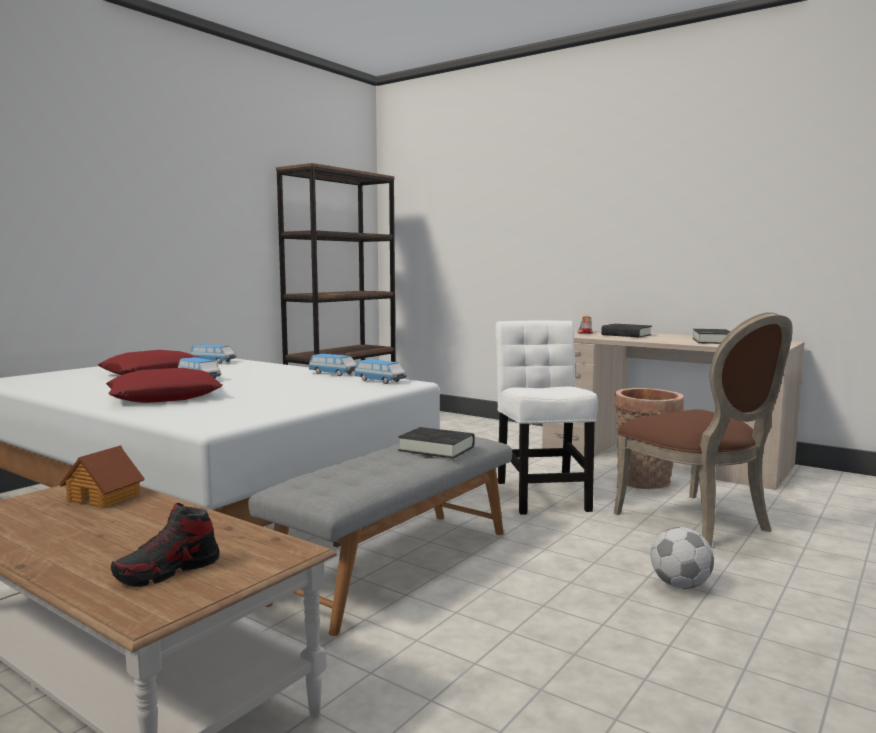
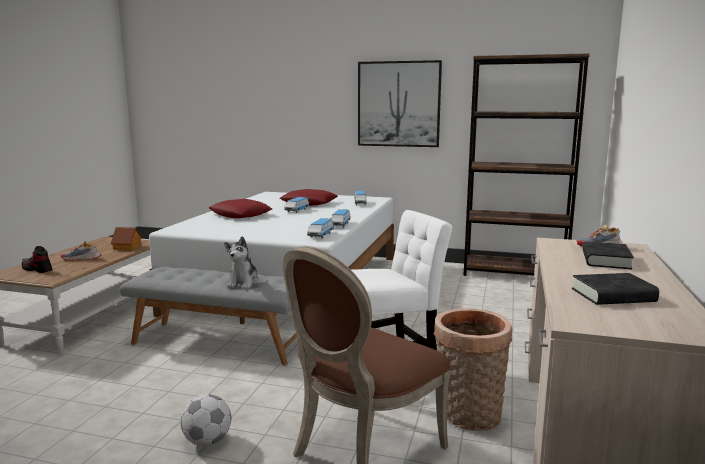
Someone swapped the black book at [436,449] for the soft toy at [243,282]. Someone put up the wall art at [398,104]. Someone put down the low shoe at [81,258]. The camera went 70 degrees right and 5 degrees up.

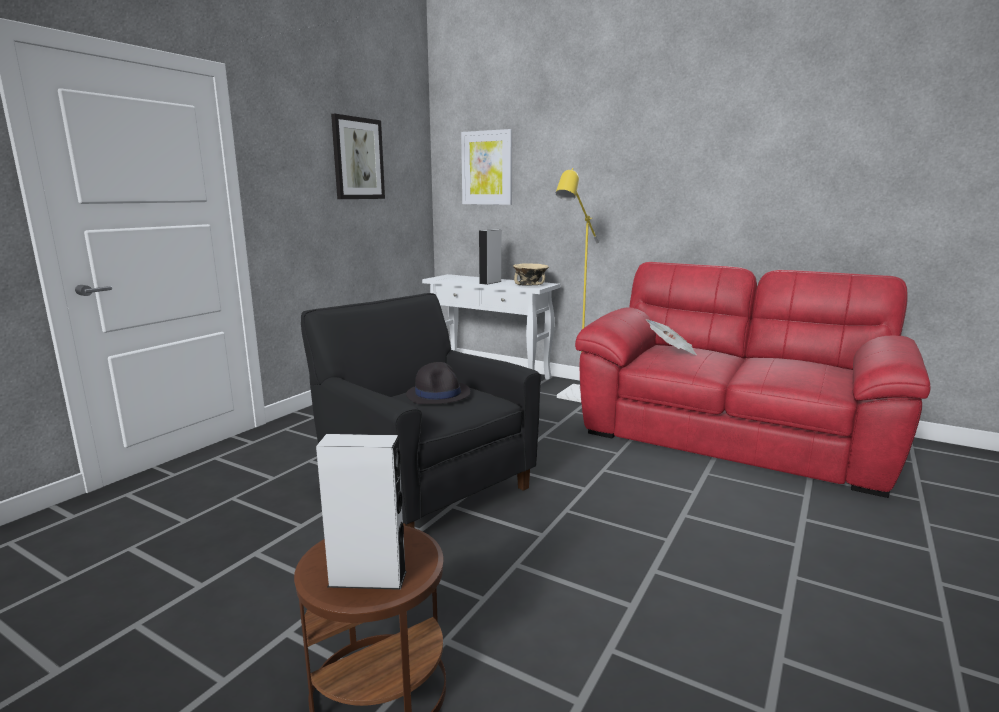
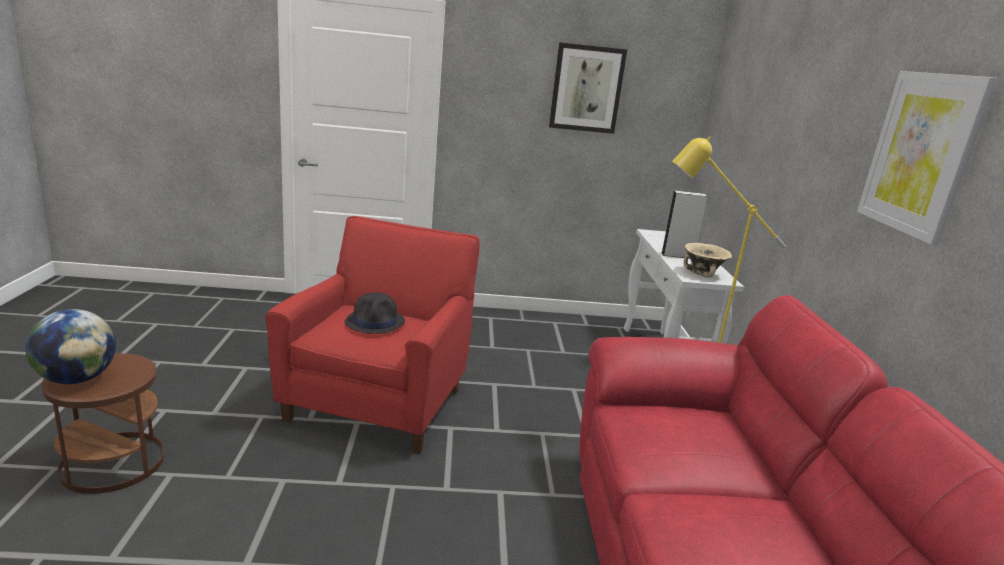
Someone carried the wall art from [487,168] to [921,154]. Someone repainted the black lounge chair at [424,486], which became the reddish lounge chair at [379,399]. Someone took away the newspaper at [671,351]. Someone swapped the greyish speaker at [367,579] for the globe at [77,379]. The camera went 55 degrees right and 5 degrees up.

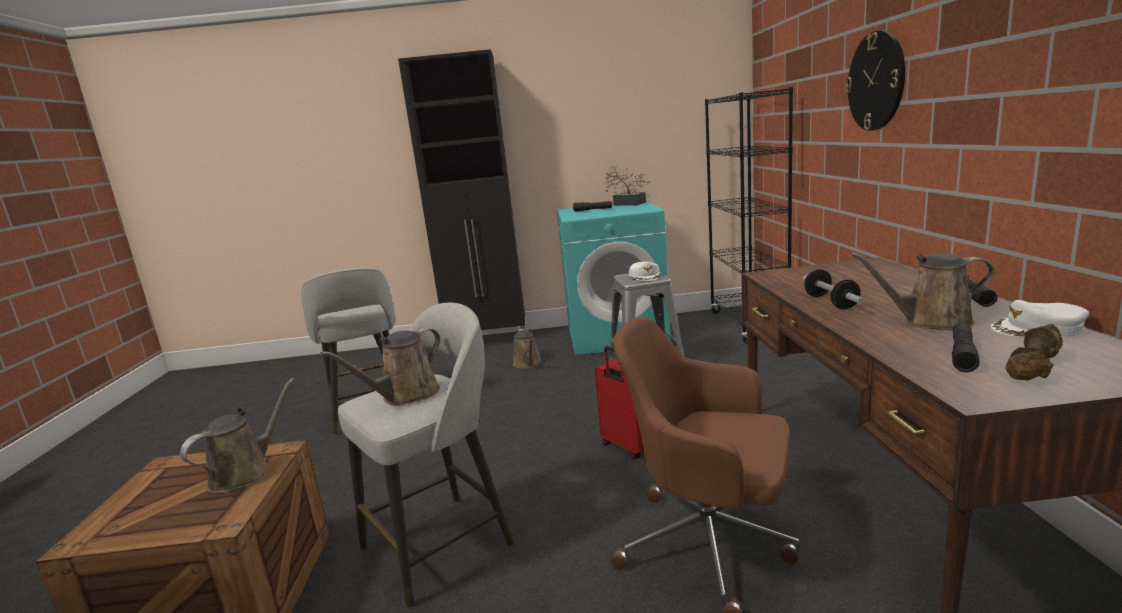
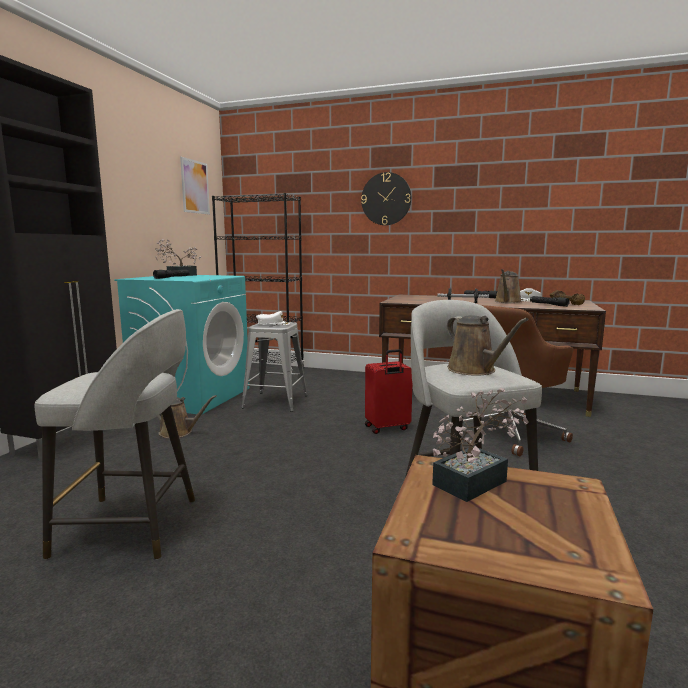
Someone swapped the brown watering can at [245,473] for the potted plant at [476,480]. Someone put up the wall art at [195,187]. The camera went 70 degrees left and 5 degrees down.

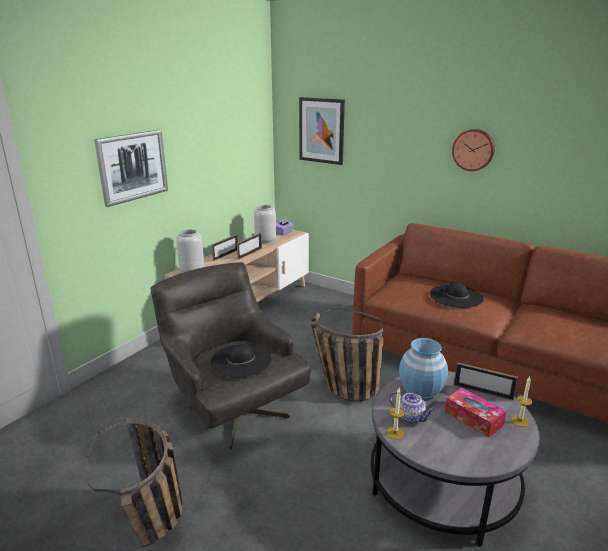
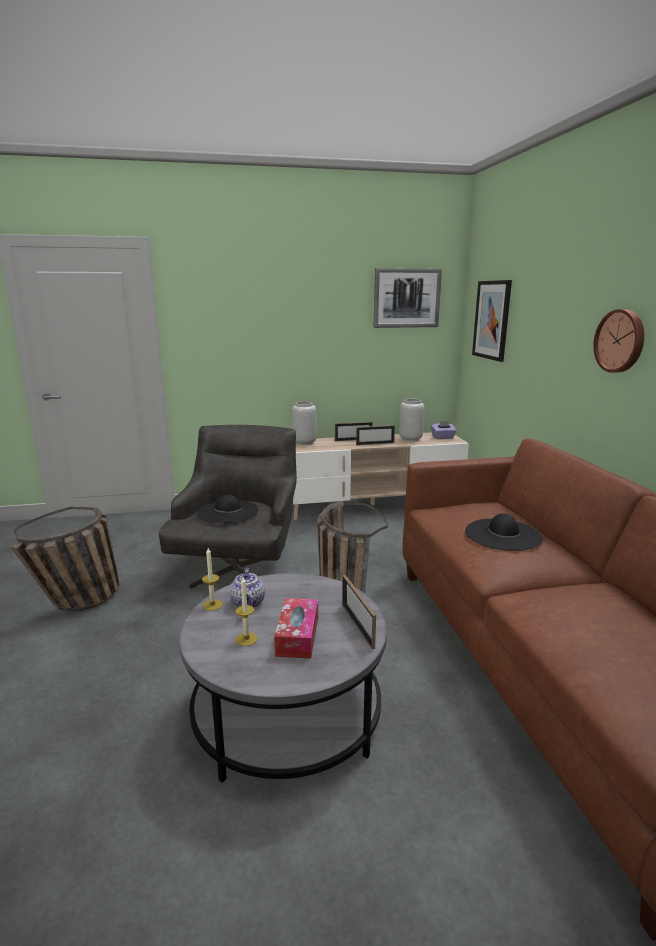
Someone carried the wall art from [133,166] to [406,298]. Someone took away the bluish decorative vase at [421,391]. Someone carried the wax light from [520,421] to [246,639]. The camera went 45 degrees right and 5 degrees down.

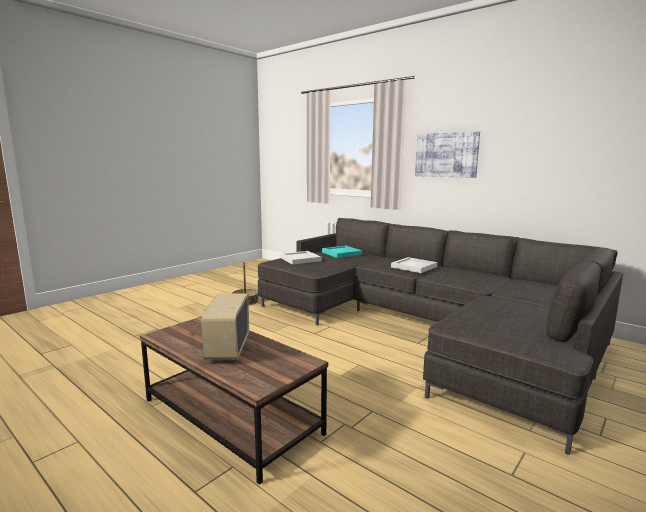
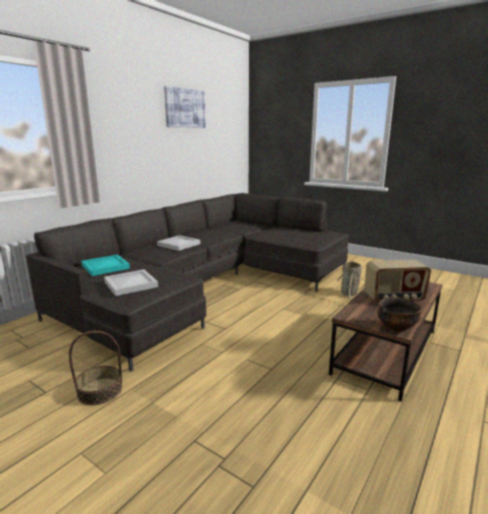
Someone carried the wall art from [446,155] to [185,108]. Someone put down the household basket at [349,294]. Someone put down the deep dish at [396,328]. The camera went 95 degrees left and 5 degrees up.

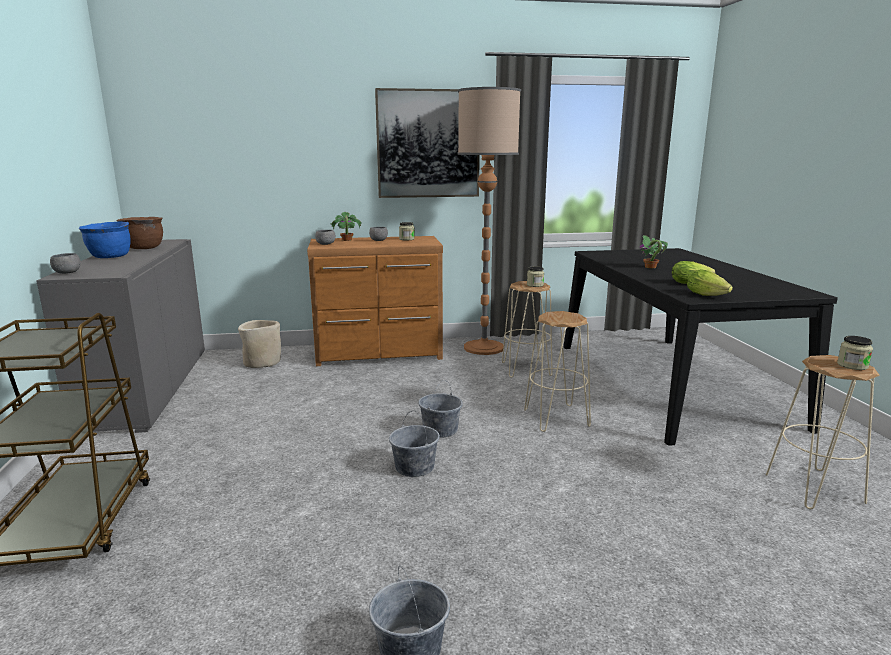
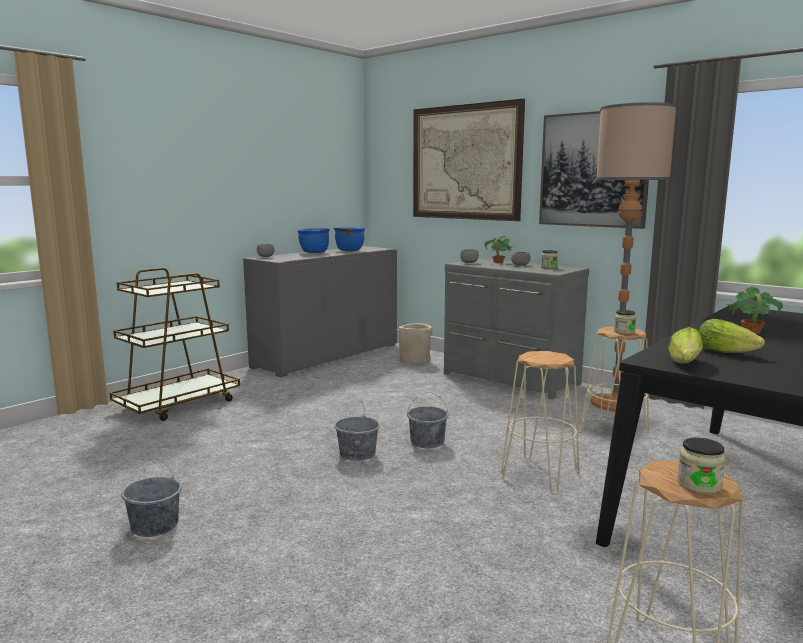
Someone repainted the brown cooking pot at [144,248], which became the bluish cooking pot at [349,250]. Someone repainted the brown drawer chest at [379,353], which became the greyish drawer chest at [509,379]. Someone put up the wall art at [465,162]. The camera went 50 degrees right and 5 degrees down.

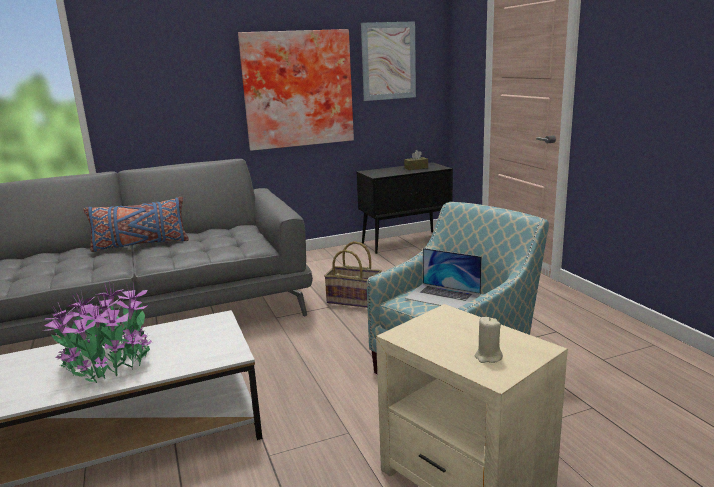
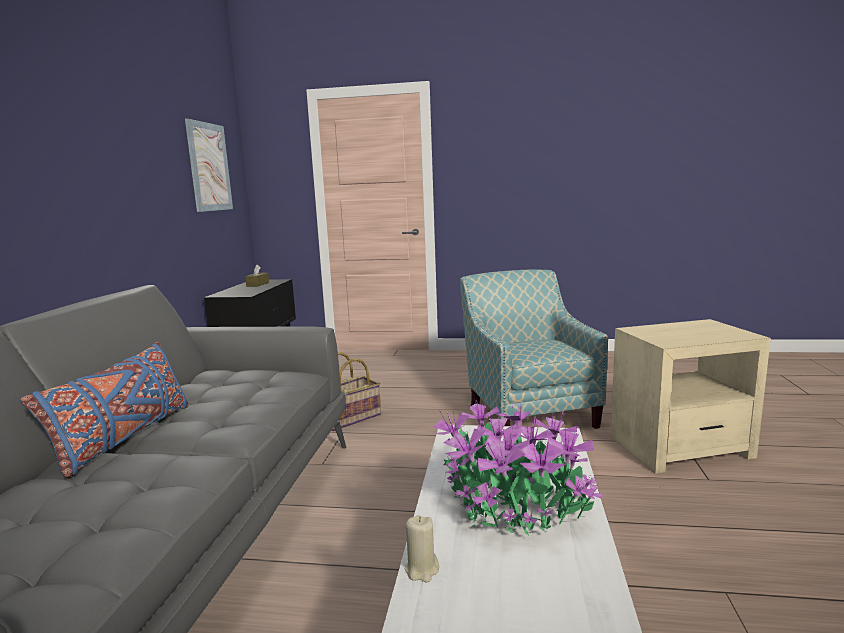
Someone took away the wall art at [297,89]. Someone took away the notebook computer at [443,296]. Someone carried the beige wax light from [488,357] to [422,570]. The camera went 60 degrees left and 5 degrees down.

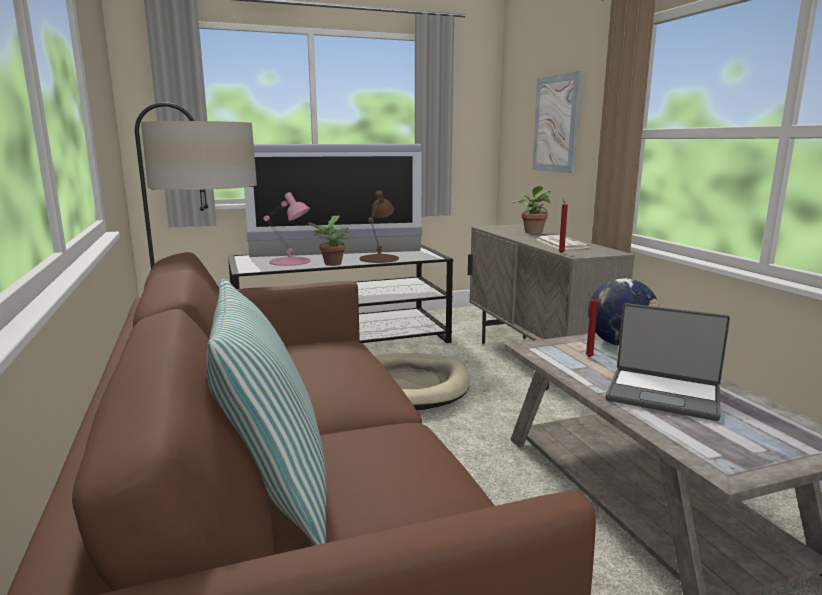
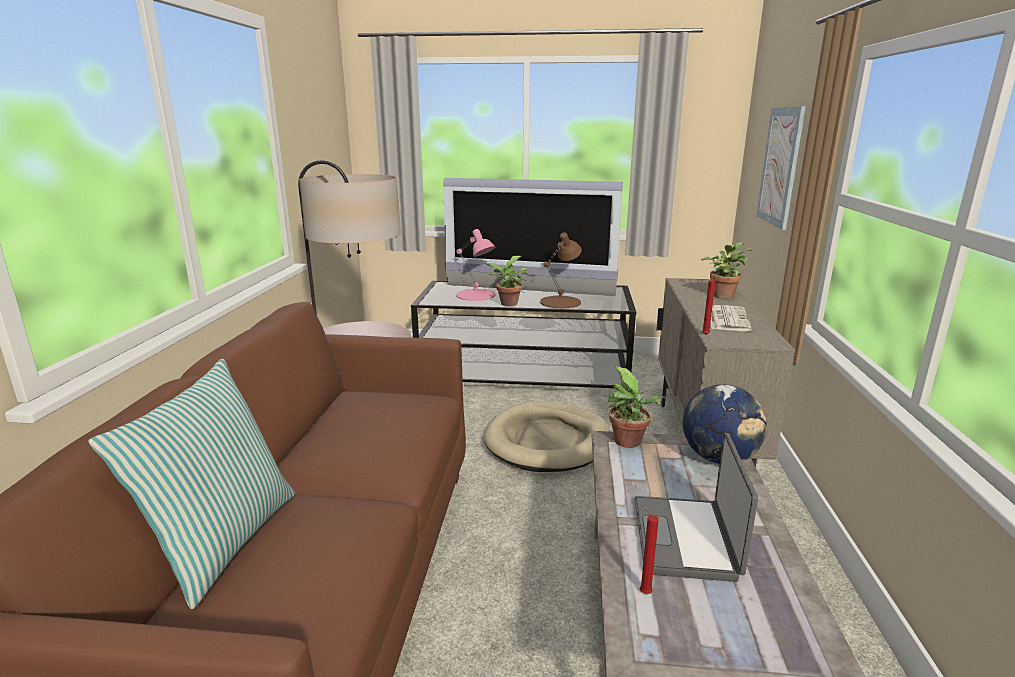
Someone carried the reddish wax light from [587,357] to [643,592]. Someone rotated the notebook computer at [663,395] by 45 degrees clockwise. Someone put down the potted plant at [630,443]. The camera went 25 degrees right and 5 degrees up.

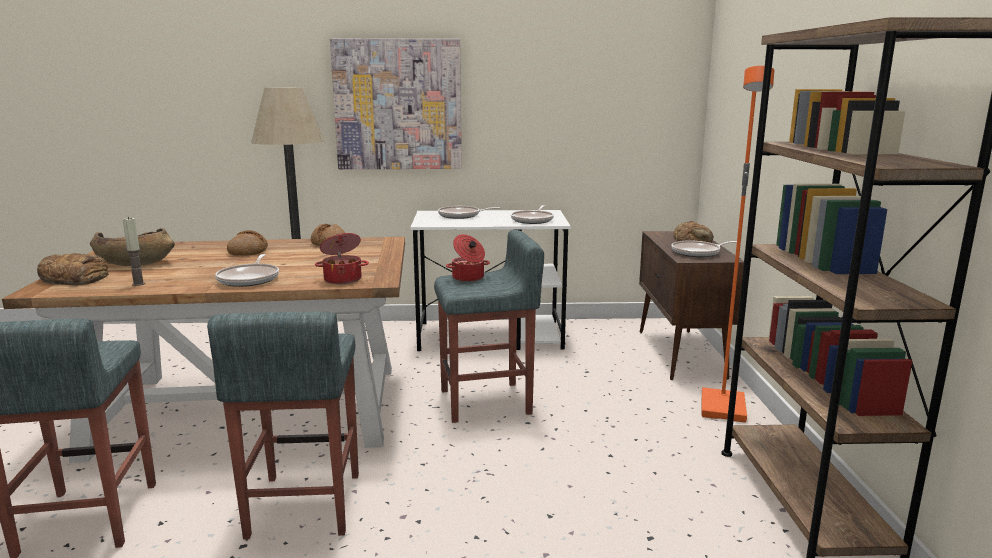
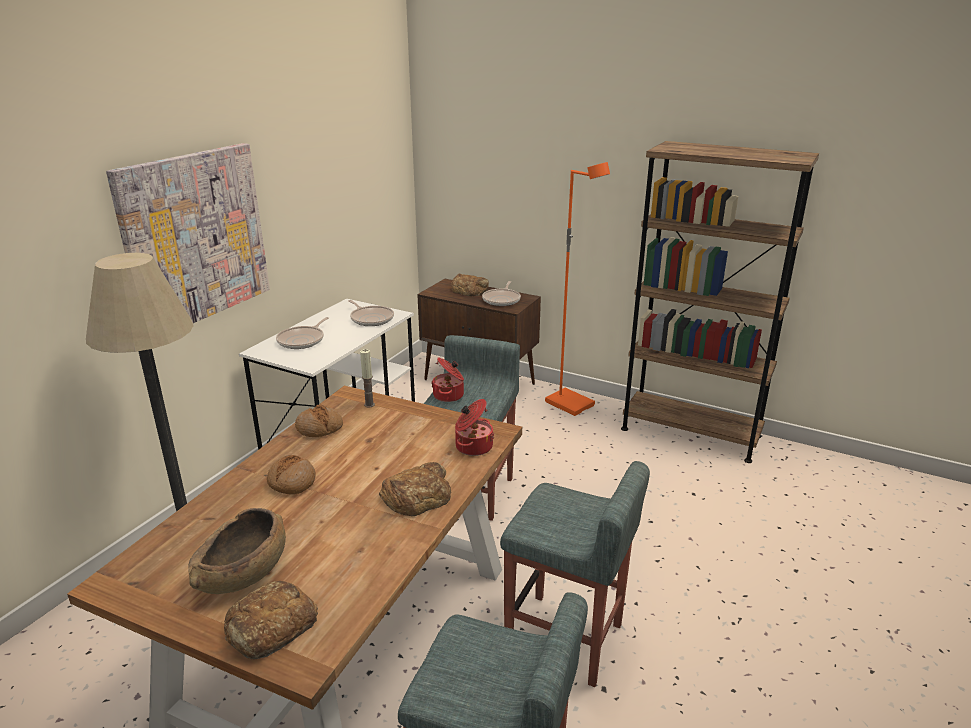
Someone carried the wax light from [138,284] to [369,404]. Someone swapped the skillet at [250,279] for the bread at [417,495]. The camera went 60 degrees left and 10 degrees up.

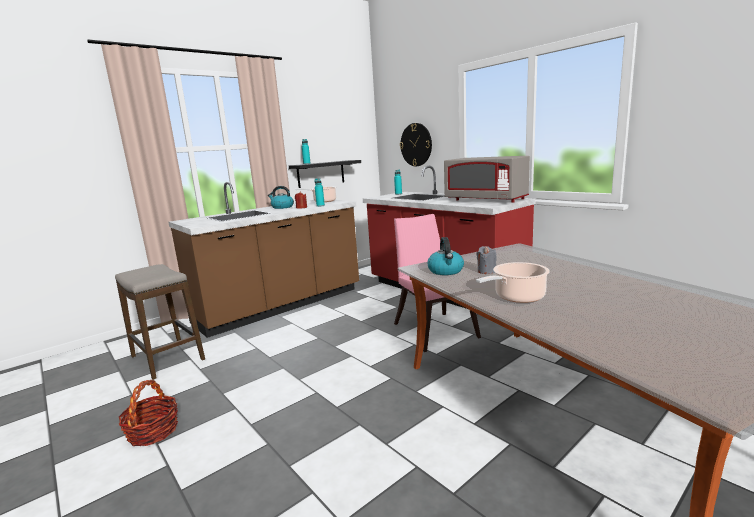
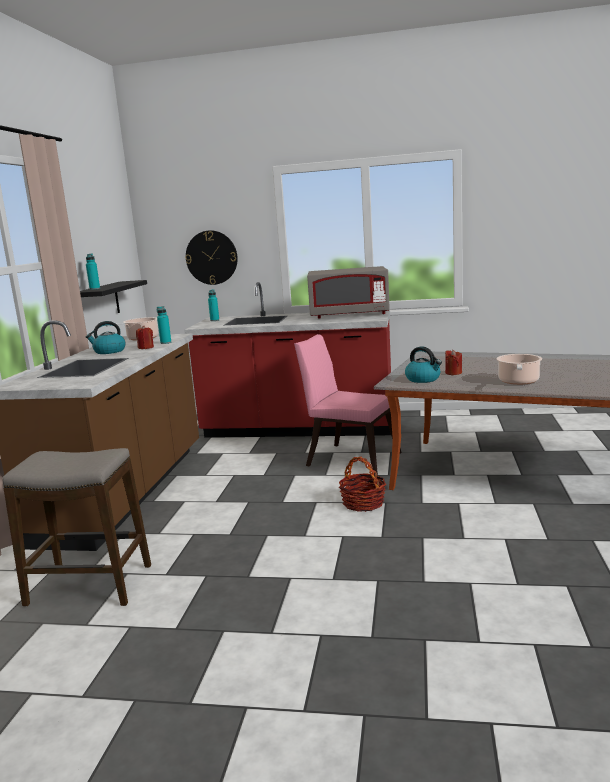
Someone repainted the greyish wax light at [486,271], which became the reddish wax light at [453,373]. Someone carried the household basket from [153,431] to [363,503]. The camera went 40 degrees left and 0 degrees up.

